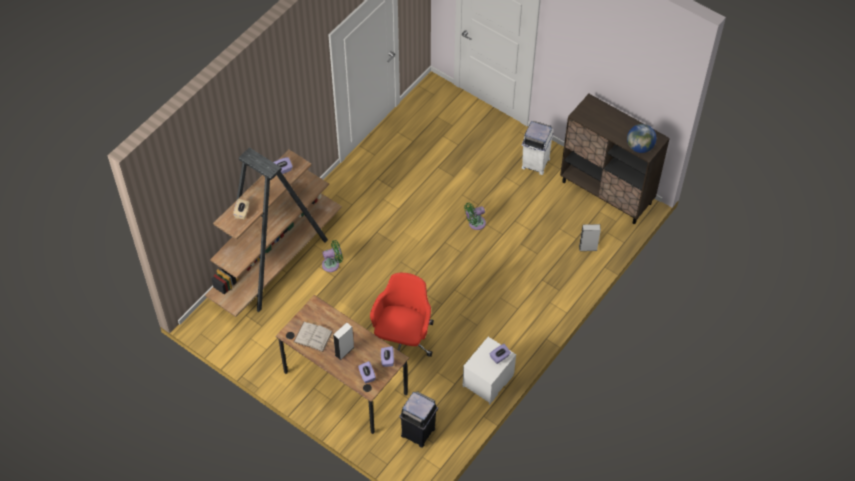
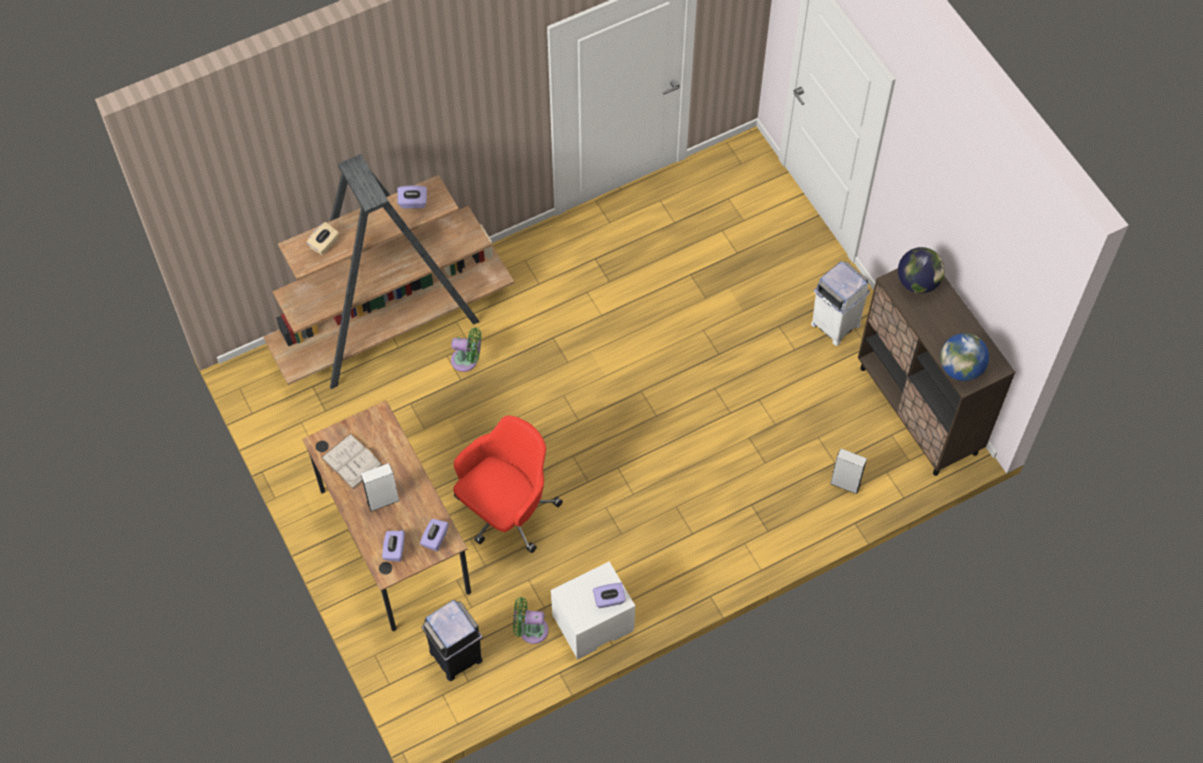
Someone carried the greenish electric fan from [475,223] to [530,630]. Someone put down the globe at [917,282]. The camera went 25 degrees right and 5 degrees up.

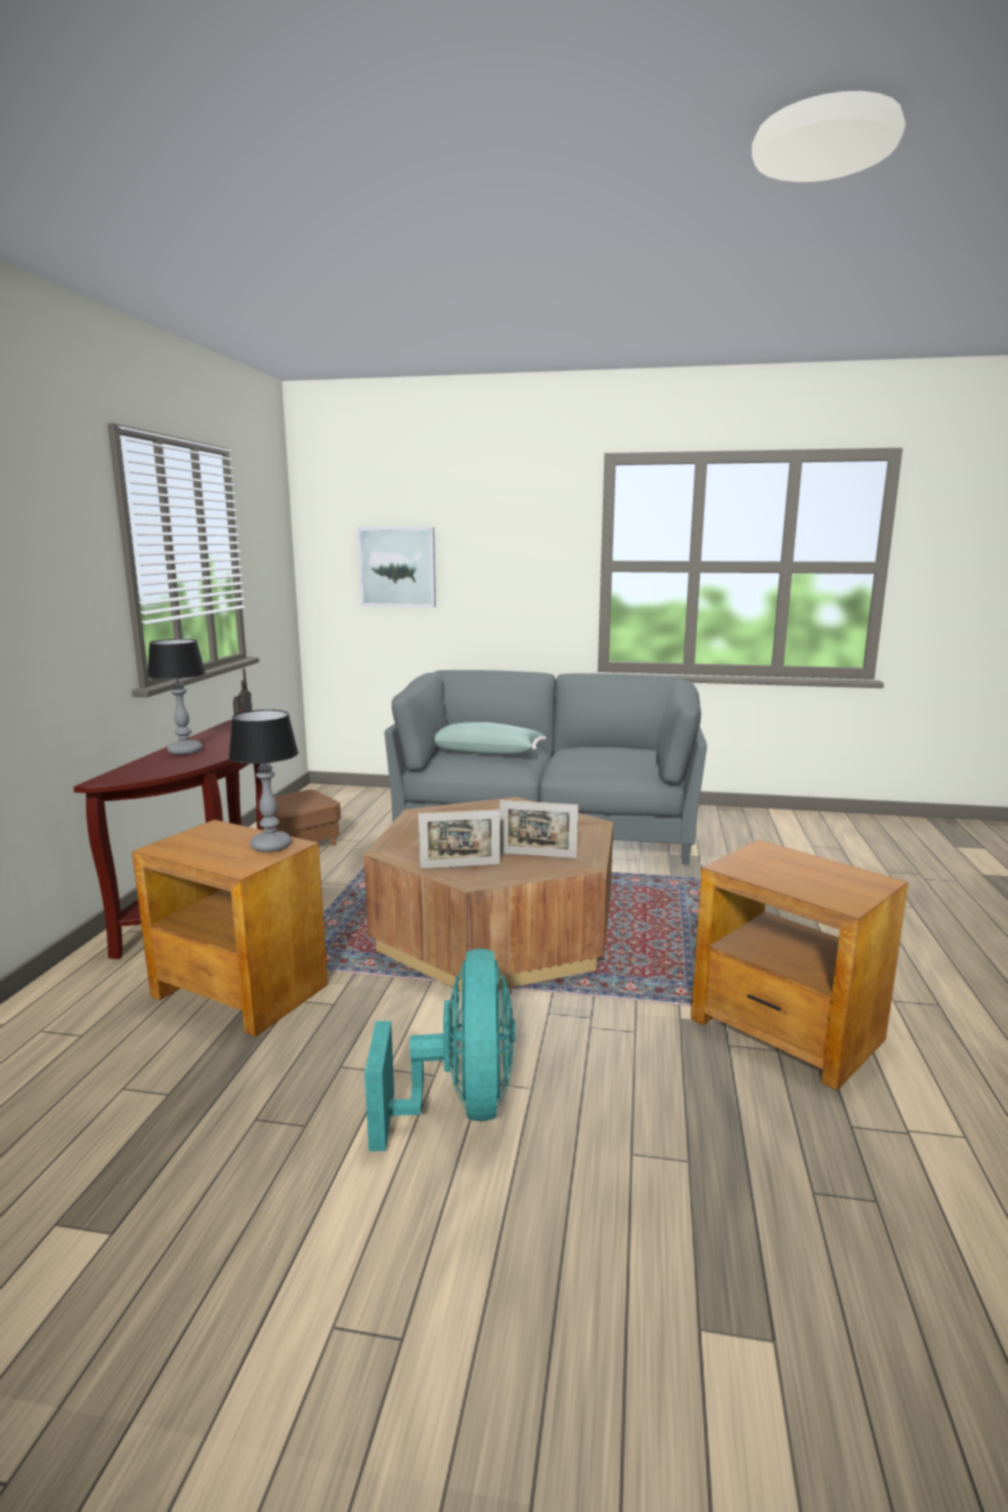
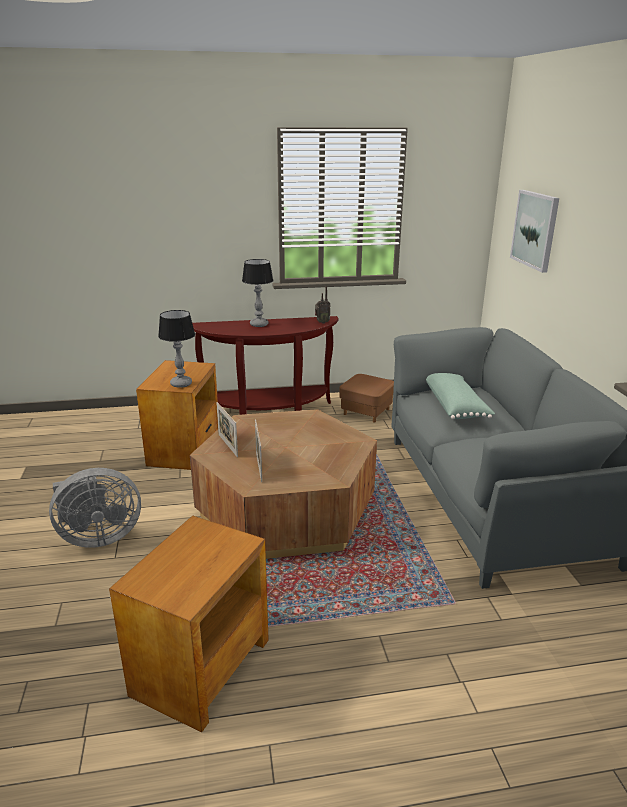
Someone repainted the turquoise electric fan at [460,1105], which became the greyish electric fan at [98,537]. The camera went 70 degrees right and 10 degrees up.

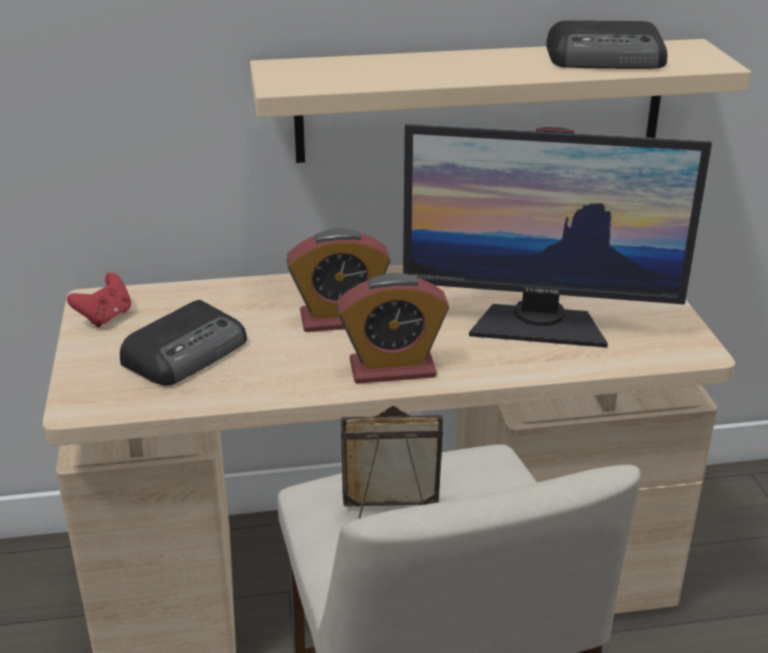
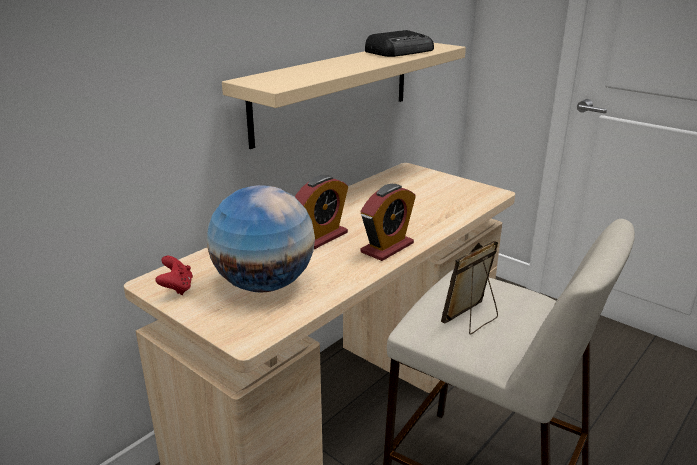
Someone took away the computer screen at [538,323]. Someone swapped the radio receiver at [187,352] for the globe at [264,284]. The camera went 40 degrees left and 5 degrees down.

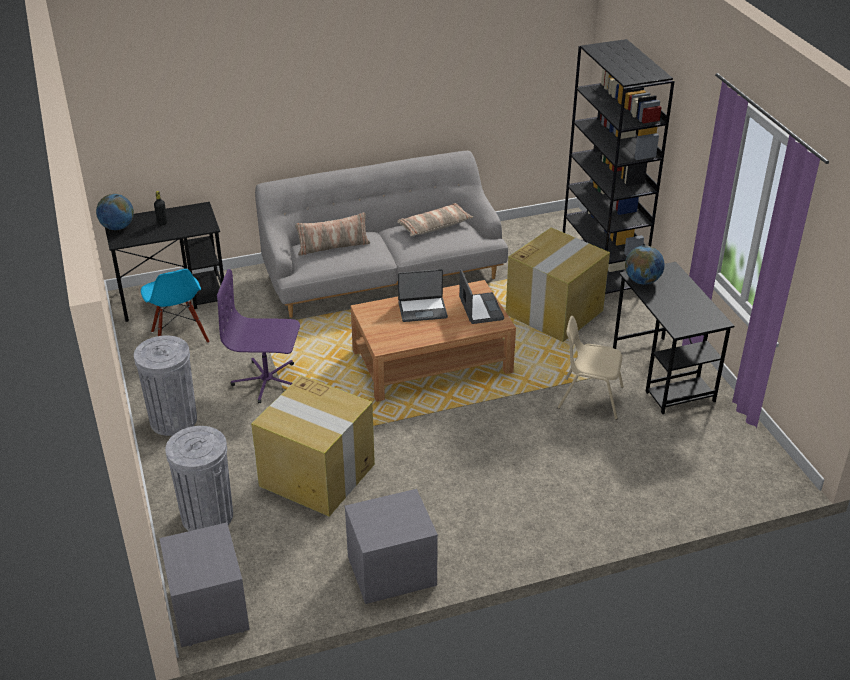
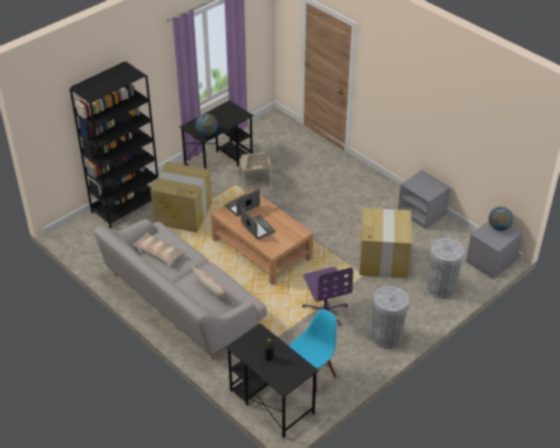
Someone carried the globe from [118,227] to [499,227]. The camera went 115 degrees left and 5 degrees up.

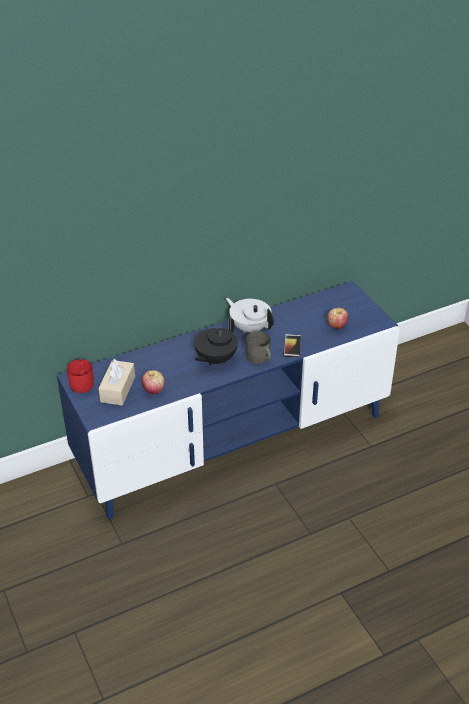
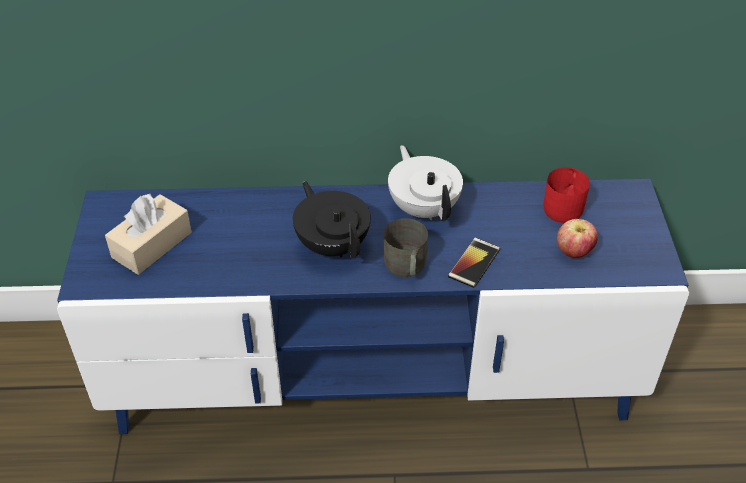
Someone rotated the black pot for tea at [215,359] by 90 degrees clockwise. Someone carried the reddish coffee mug from [83,382] to [565,206]. Someone took away the apple fruit at [153,390]. The camera went 25 degrees right and 5 degrees up.

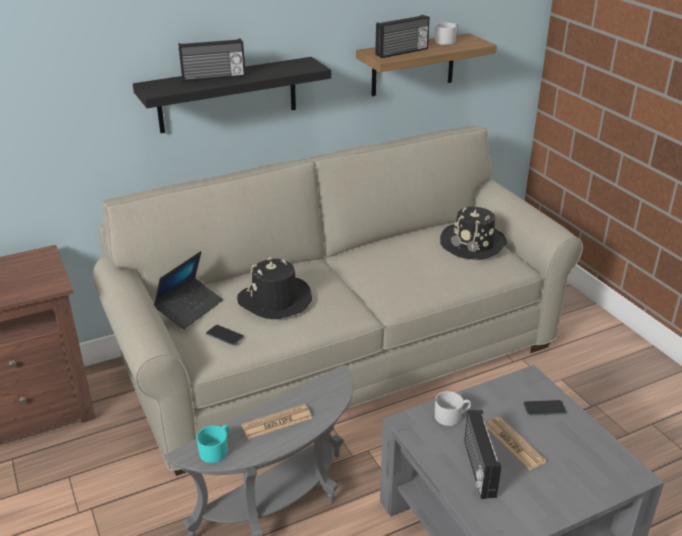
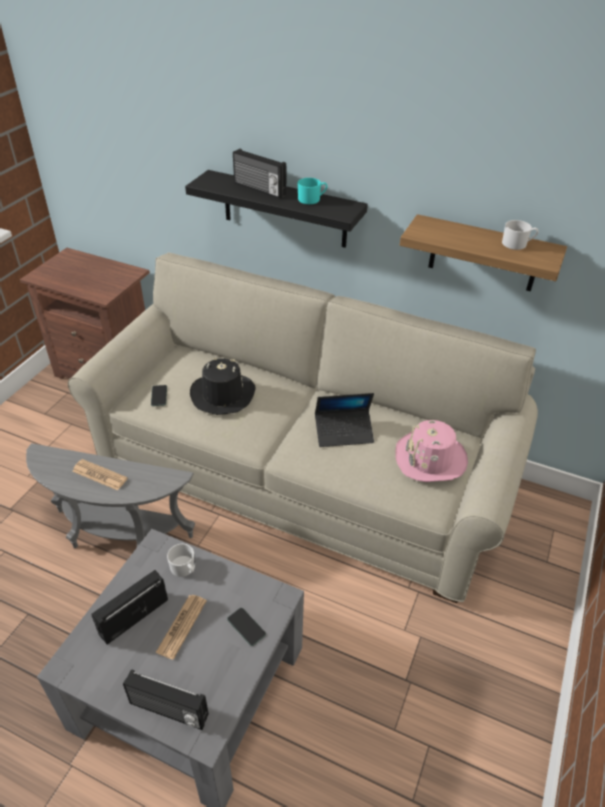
Someone carried the radio receiver from [402,52] to [168,711]. Someone repainted the black wearable hat at [473,243], which became the pink wearable hat at [430,459]. Someone carried the notebook computer from [189,308] to [344,432]. Someone carried the turquoise coffee mug from [216,450] to [312,199]. The camera went 50 degrees right and 10 degrees up.

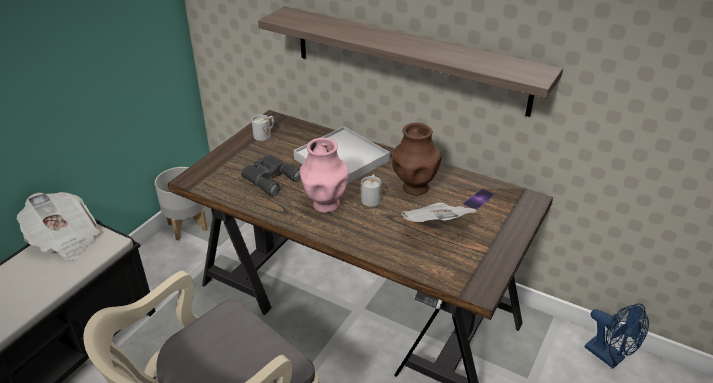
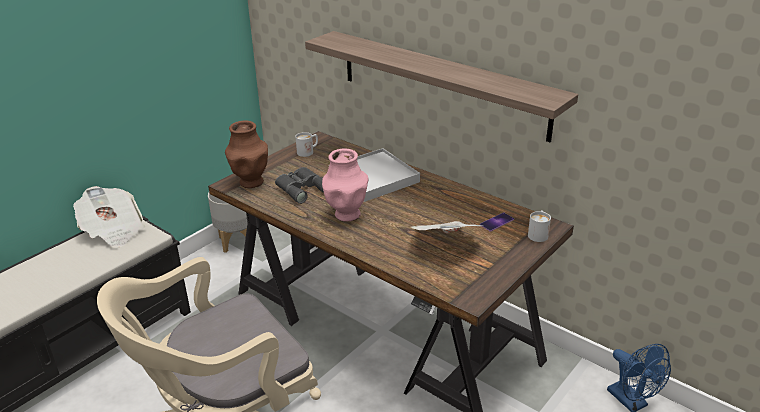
Someone carried the brown decorative vase from [414,188] to [250,182]. Someone carried the white coffee mug from [371,197] to [538,233]. The camera went 10 degrees right and 5 degrees down.

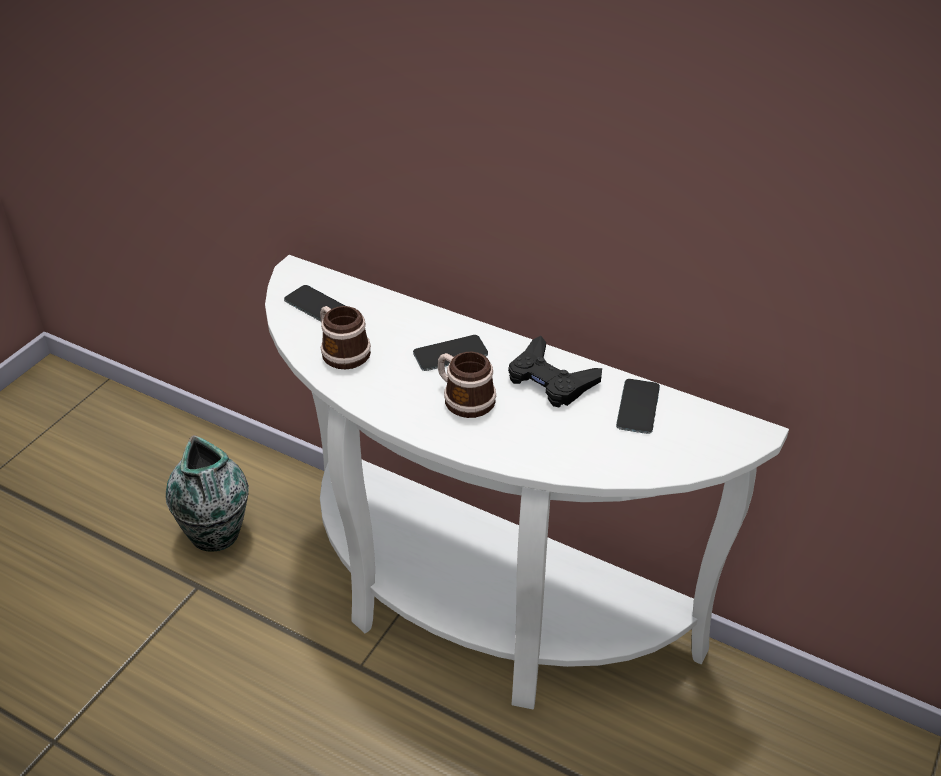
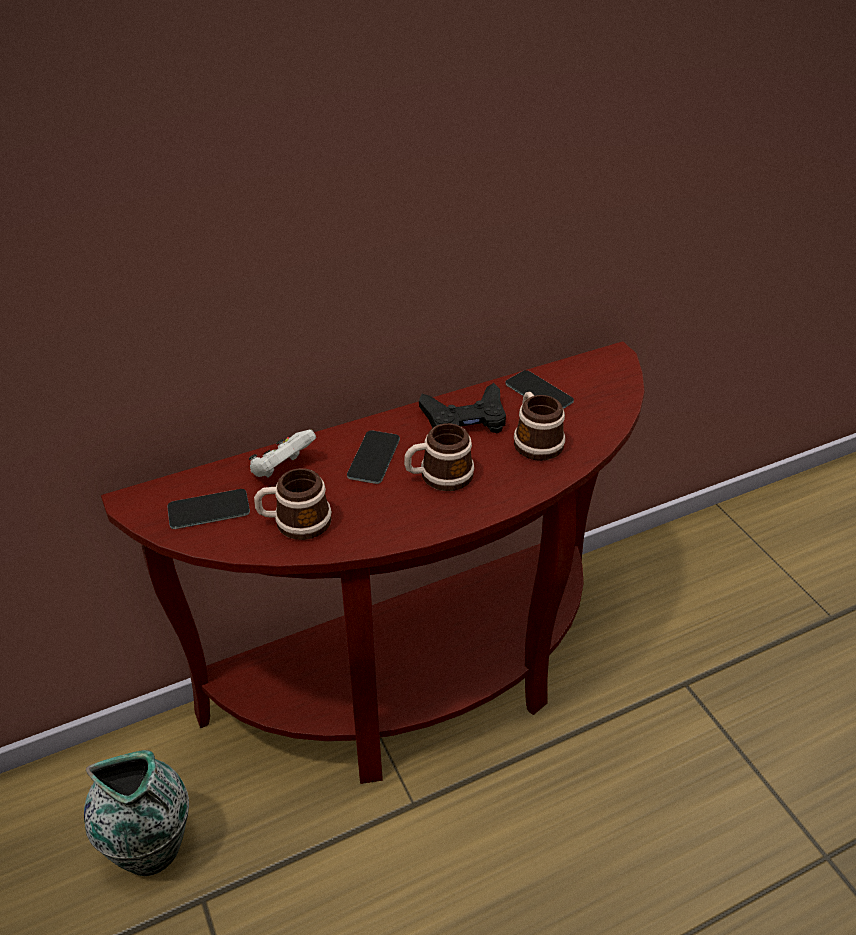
Someone repainted the white narrow table at [477,607], which became the brown narrow table at [422,683]. Someone put down the coffee mug at [535,440]. Someone put down the white game controller at [282,469]. The camera went 55 degrees left and 0 degrees up.

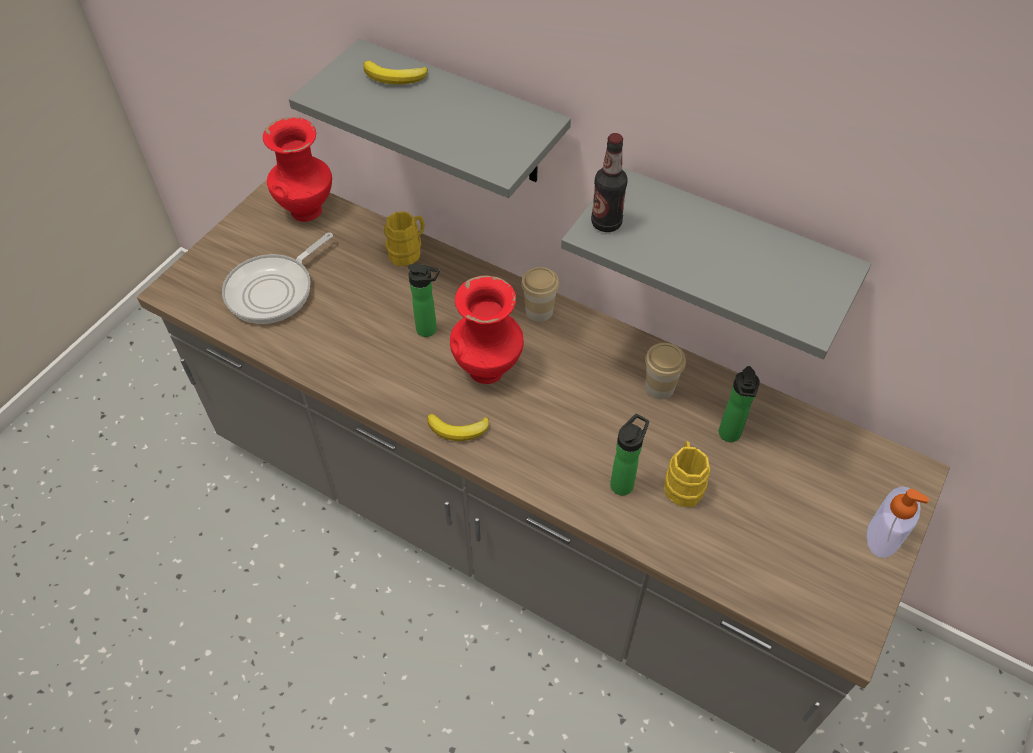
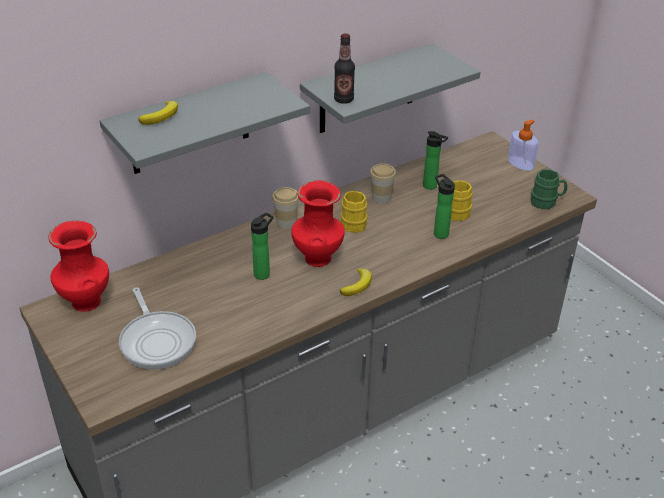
Someone carried the yellowish coffee mug from [408,251] to [352,222]. Someone put down the greenish coffee mug at [546,202]. The camera went 65 degrees left and 15 degrees down.

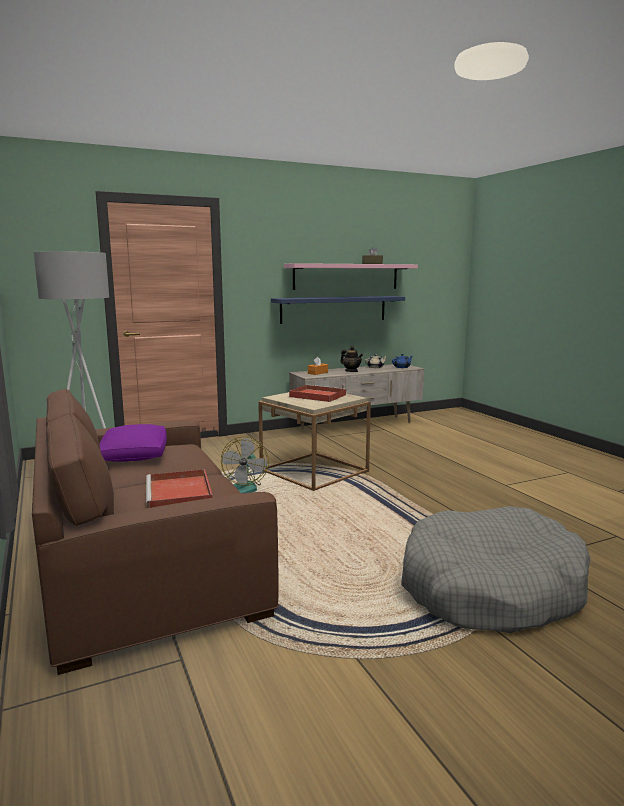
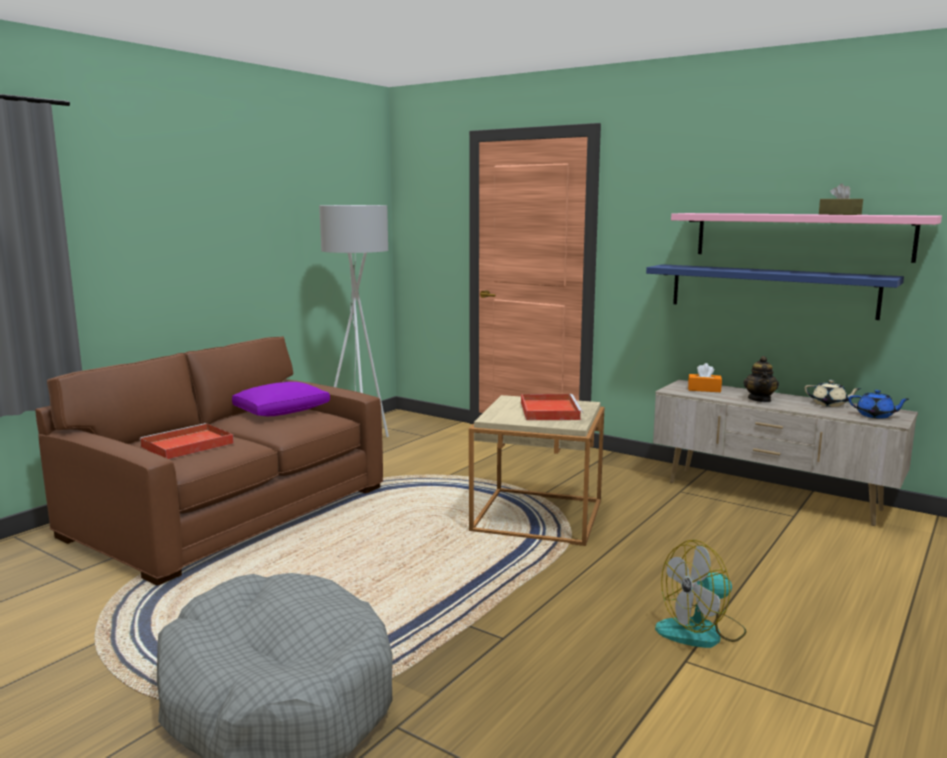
Someone carried the electric fan from [243,488] to [701,631]. The camera went 60 degrees right and 0 degrees up.

